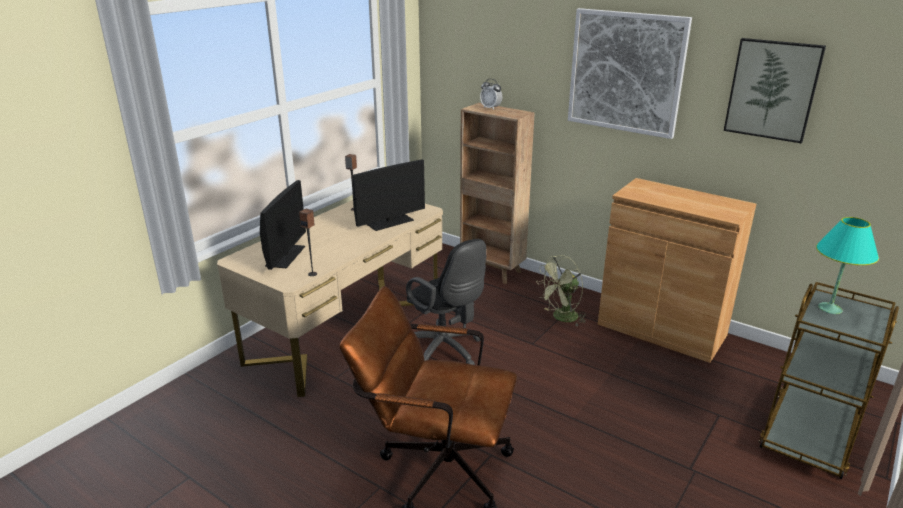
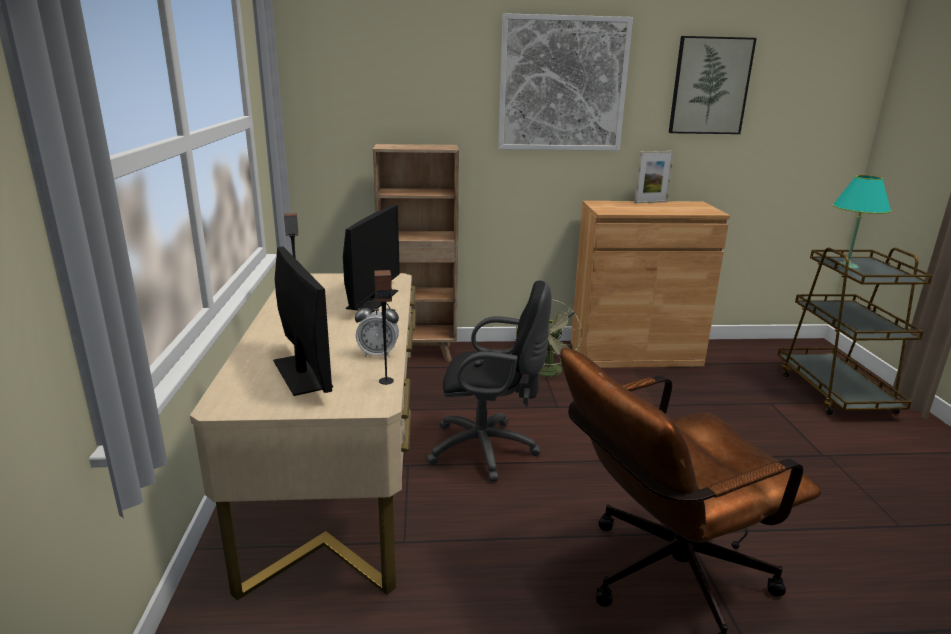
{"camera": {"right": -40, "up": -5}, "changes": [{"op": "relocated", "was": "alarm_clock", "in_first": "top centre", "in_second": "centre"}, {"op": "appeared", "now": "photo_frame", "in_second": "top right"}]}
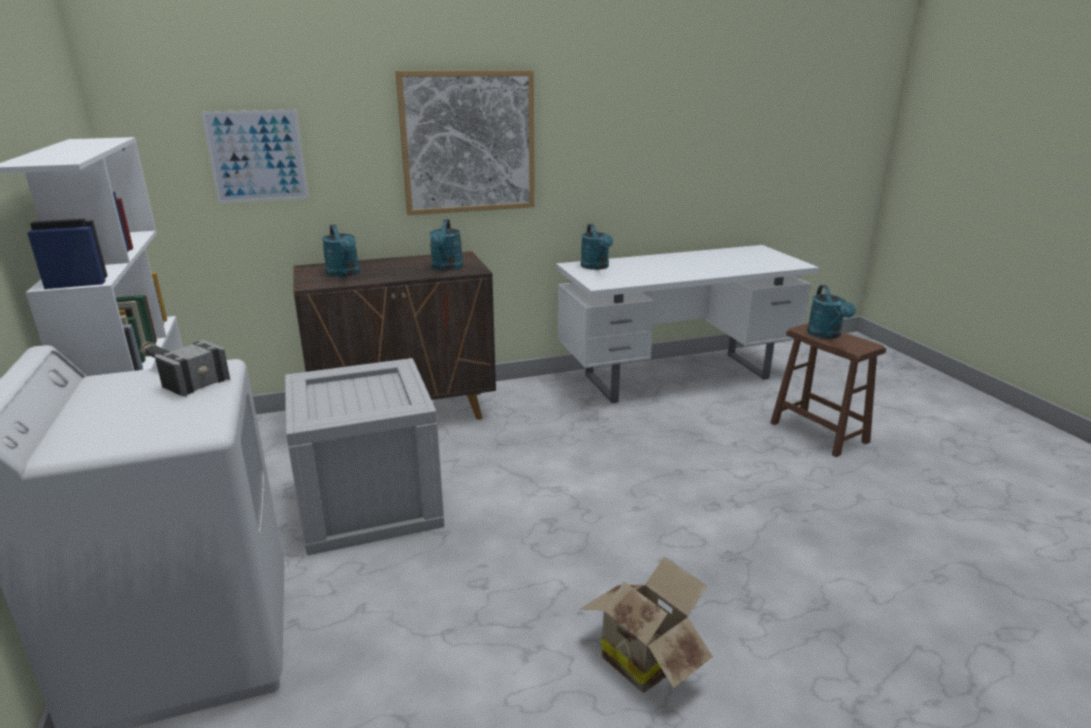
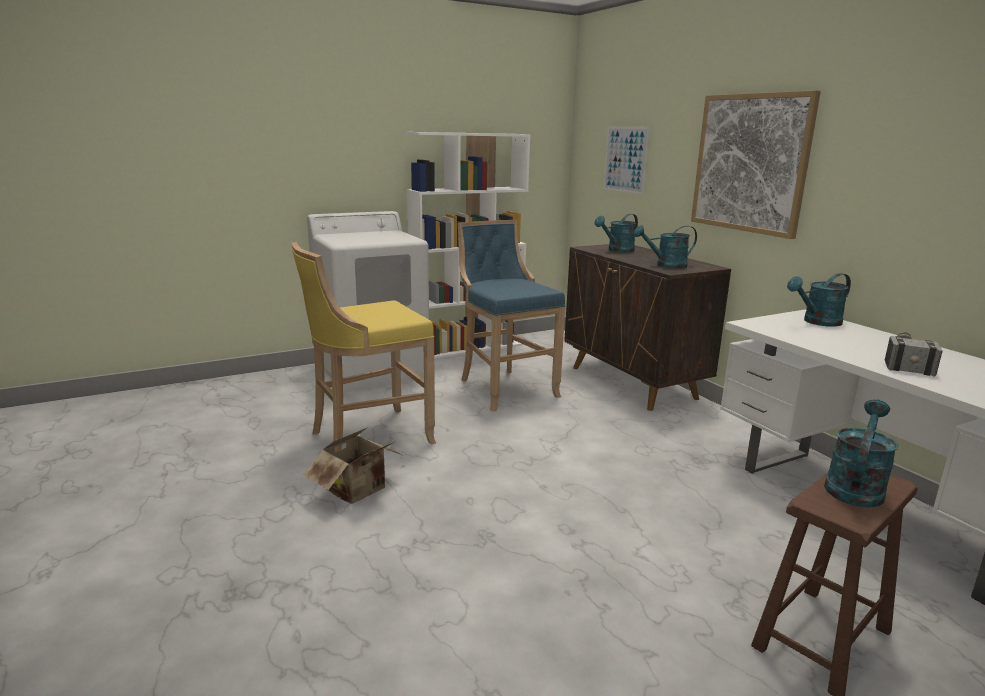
{"camera": {"right": 80, "up": -5}, "changes": [{"op": "relocated", "was": "tool_hammer", "in_first": "middle left", "in_second": "middle right"}, {"op": "exchanged", "was": "crate", "now": "blue-coloured_stool_seat", "in_first": "centre", "in_second": "centre"}, {"op": "spun", "was": "blue-green_sprinkling_can (no. 4 from left)", "in_first": "middle right", "in_second": "middle right", "clockwise": 135}, {"op": "appeared", "now": "yellow_stool_seat", "in_second": "centre"}]}
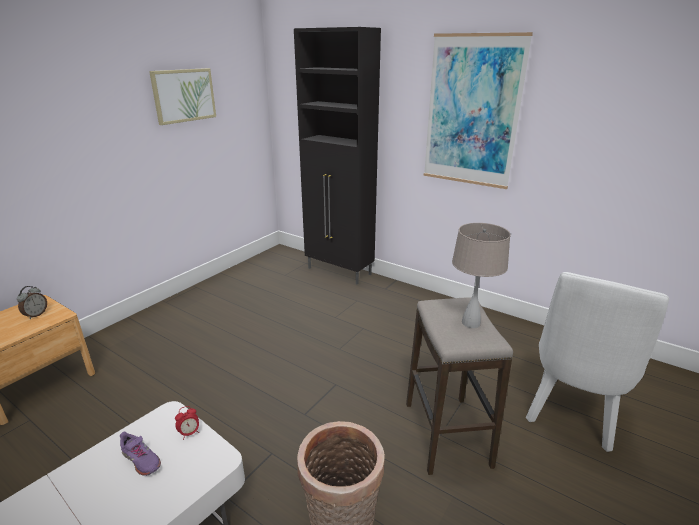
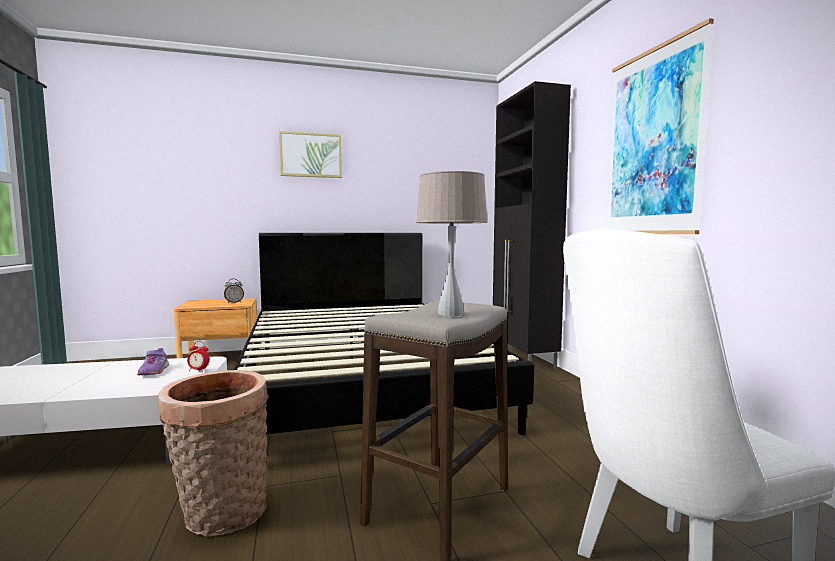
{"camera": {"right": 40, "up": -20}, "changes": [{"op": "relocated", "was": "wall_picture (no. 1 from left)", "in_first": "top left", "in_second": "top centre"}, {"op": "appeared", "now": "blackish_bed", "in_second": "centre"}]}
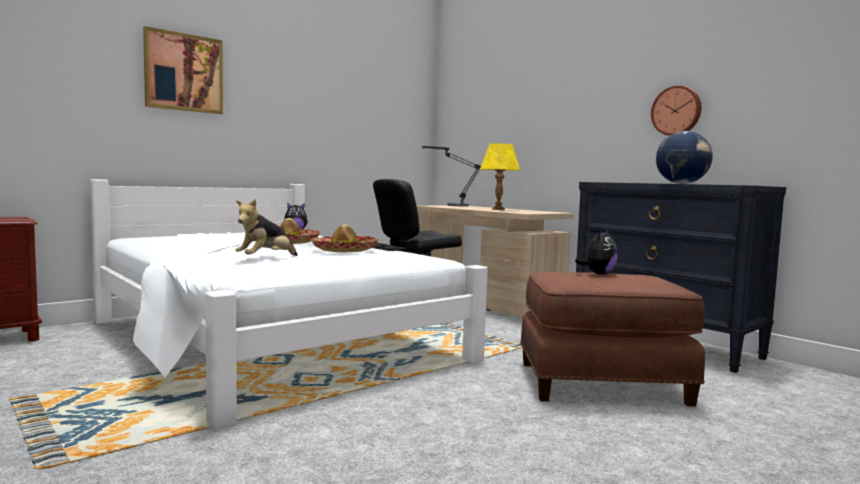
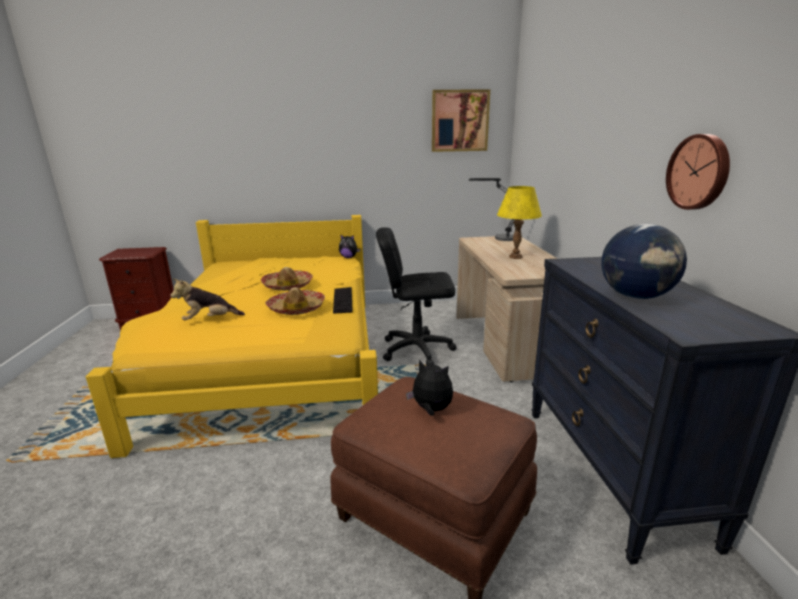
{"camera": {"right": 35, "up": 15}, "changes": [{"op": "colour", "was": "white-coloured_bed", "now": "yellow_bed", "in_first": "centre", "in_second": "middle left"}, {"op": "relocated", "was": "wall_picture", "in_first": "top left", "in_second": "top centre"}, {"op": "spun", "was": "soft_toy (no. 3 from left)", "in_first": "middle right", "in_second": "centre", "clockwise": -135}]}
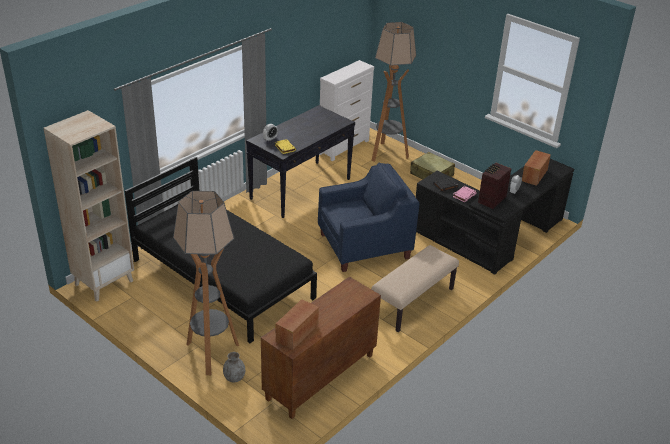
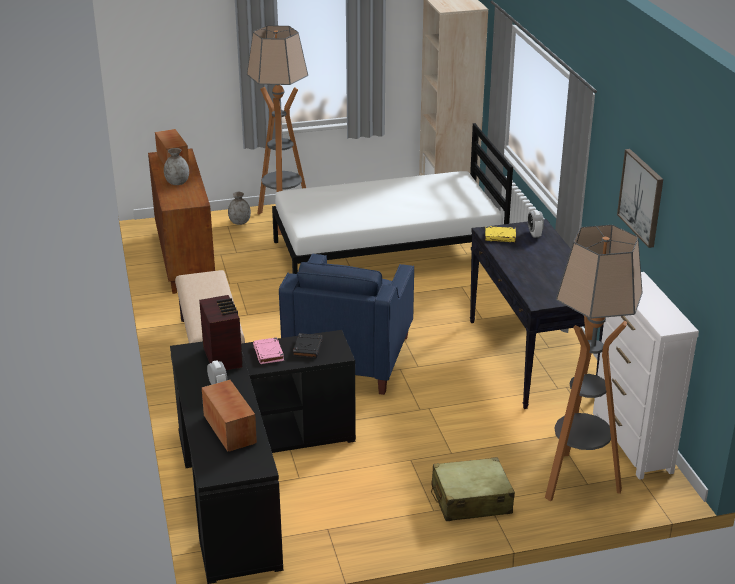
{"camera": {"right": 125, "up": -5}, "changes": [{"op": "colour", "was": "blackish_bed", "now": "white-coloured_bed", "in_first": "middle left", "in_second": "centre"}, {"op": "appeared", "now": "grey_flower_vase (no. 1 from left)", "in_second": "top left"}, {"op": "appeared", "now": "wall_picture", "in_second": "middle right"}]}
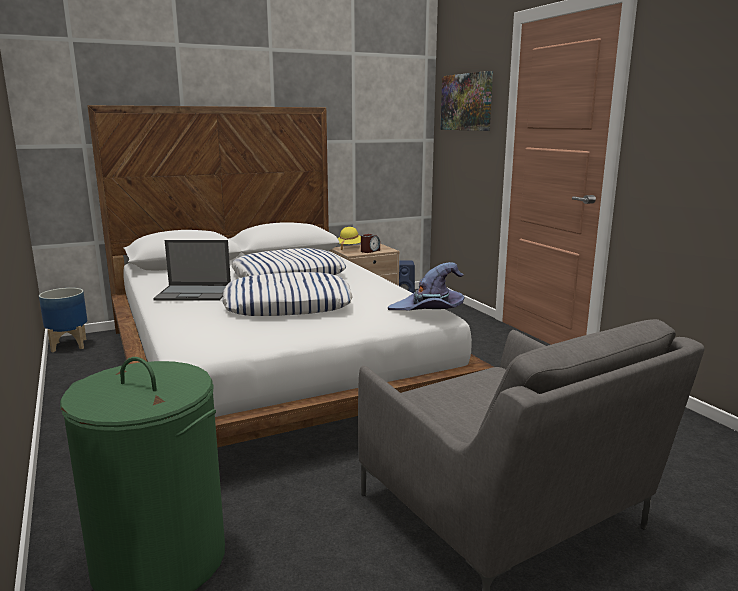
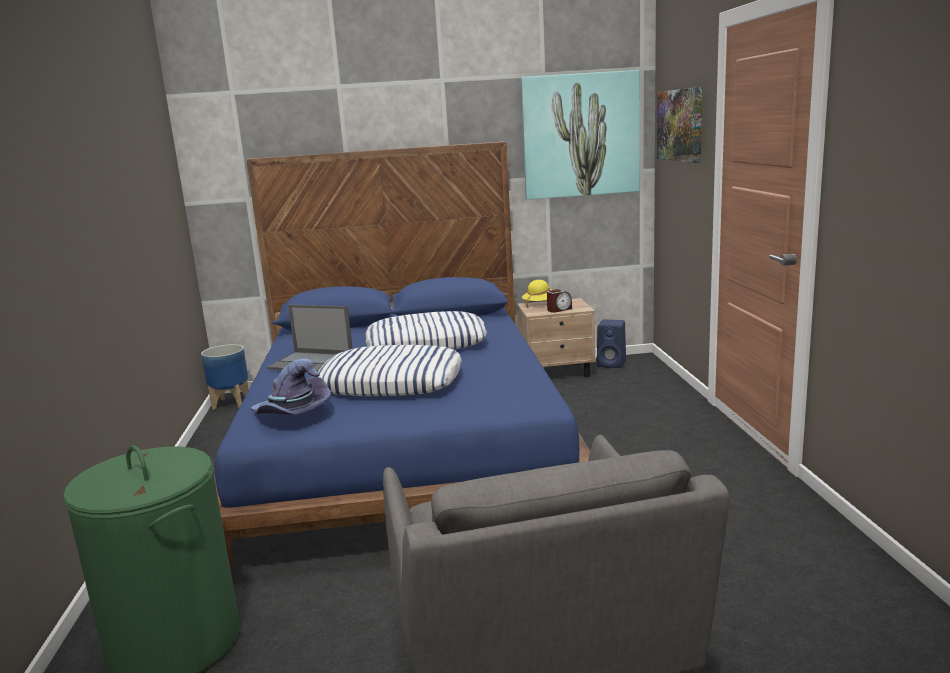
{"camera": {"right": 20, "up": 0}, "changes": [{"op": "colour", "was": "white-coloured_bed", "now": "blue-coloured_bed", "in_first": "centre", "in_second": "centre"}, {"op": "relocated", "was": "purplish_clothing_hat", "in_first": "centre", "in_second": "middle left"}, {"op": "appeared", "now": "wall_picture (no. 1 from left)", "in_second": "top centre"}]}
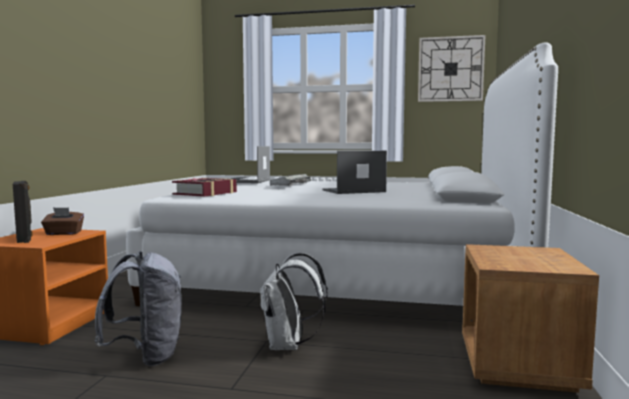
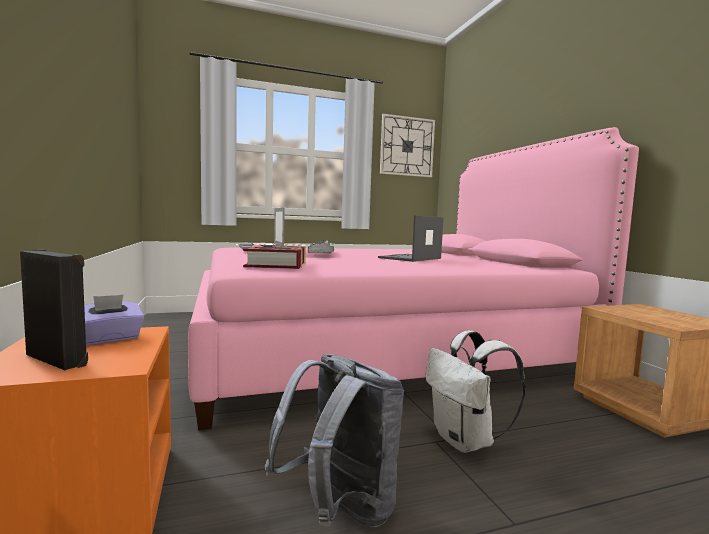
{"camera": {"right": -30, "up": 0}, "changes": [{"op": "colour", "was": "brown-coloured_tissue_box", "now": "purplish_tissue_box", "in_first": "middle left", "in_second": "middle left"}, {"op": "colour", "was": "white-coloured_bed", "now": "pink_bed", "in_first": "centre", "in_second": "centre"}]}
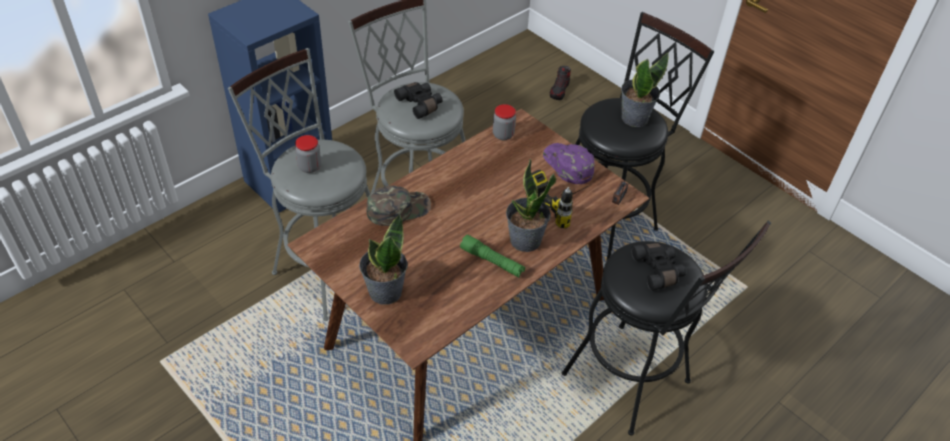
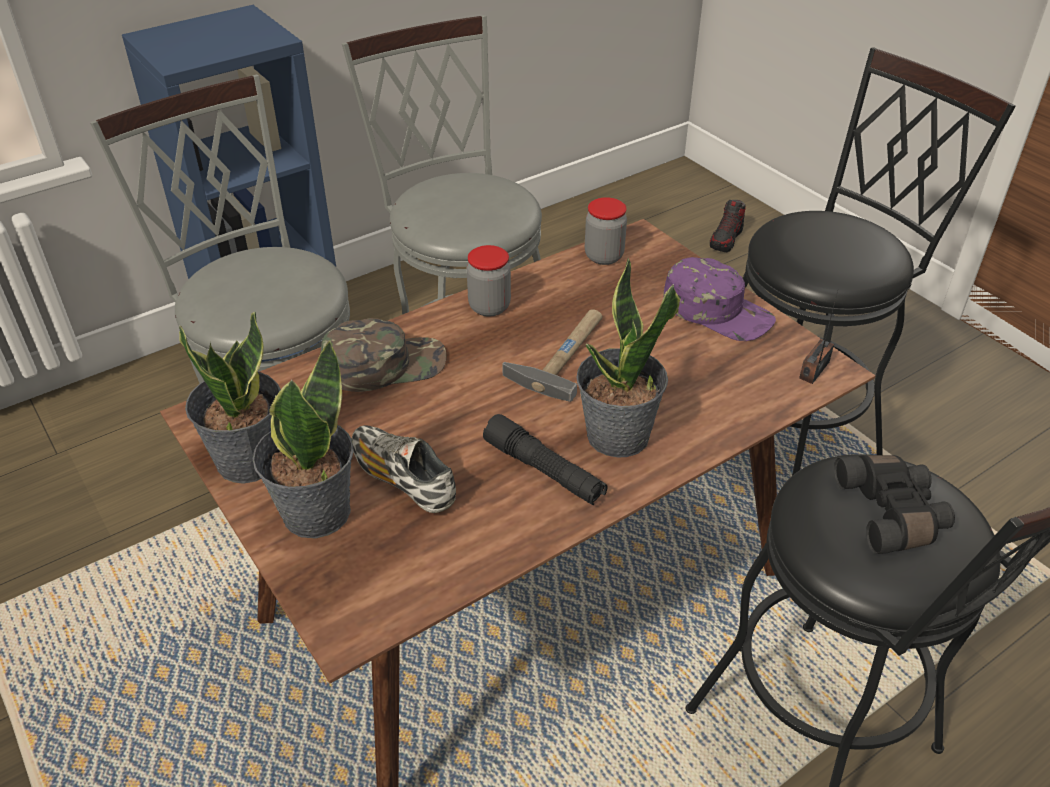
{"camera": {"right": 10, "up": -5}, "changes": [{"op": "relocated", "was": "preserve_jar (no. 1 from left)", "in_first": "middle left", "in_second": "centre"}, {"op": "missing", "was": "blackish_pair_of_binoculars (no. 1 from left)", "in_first": "top centre"}, {"op": "colour", "was": "green_torch", "now": "blackish_torch", "in_first": "centre", "in_second": "centre"}, {"op": "missing", "was": "electric_drill", "in_first": "centre"}, {"op": "spun", "was": "purplish_baseball_cap", "in_first": "centre", "in_second": "middle right", "clockwise": 150}, {"op": "relocated", "was": "plant_in_a_pot (no. 3 from left in the first image)", "now": "plant_in_a_pot (no. 1 from left)", "in_first": "top right", "in_second": "middle left"}, {"op": "appeared", "now": "shoe (no. 1 from left)", "in_second": "centre"}, {"op": "appeared", "now": "tool_hammer", "in_second": "centre"}]}
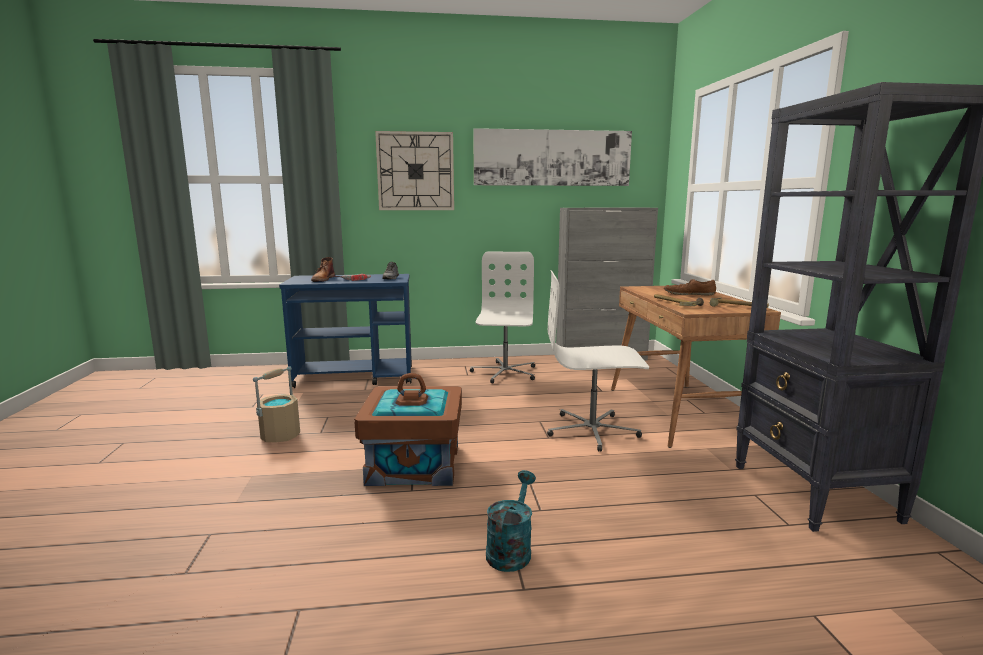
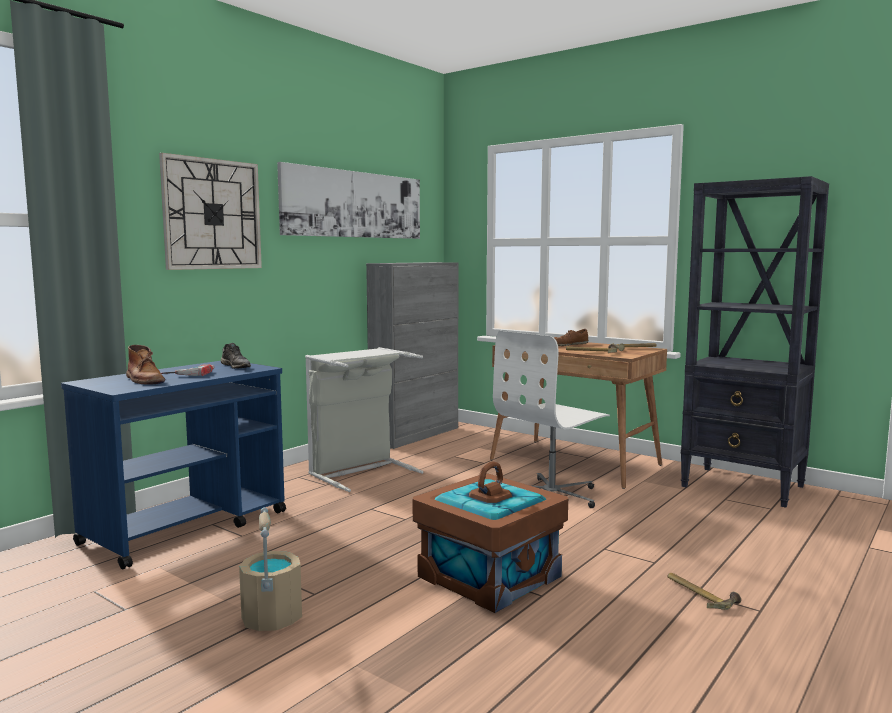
{"camera": {"right": -45, "up": -5}, "changes": [{"op": "exchanged", "was": "white-coloured_computer_chair (no. 1 from left)", "now": "grey_laundry_basket", "in_first": "centre", "in_second": "centre"}, {"op": "exchanged", "was": "blue-green_sprinkling_can", "now": "tool_hammer (no. 3 from left)", "in_first": "bottom centre", "in_second": "bottom right"}]}
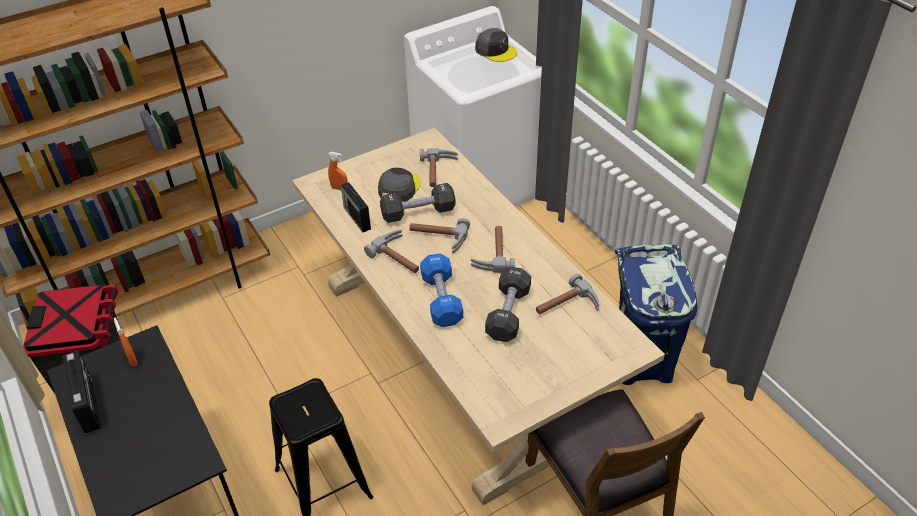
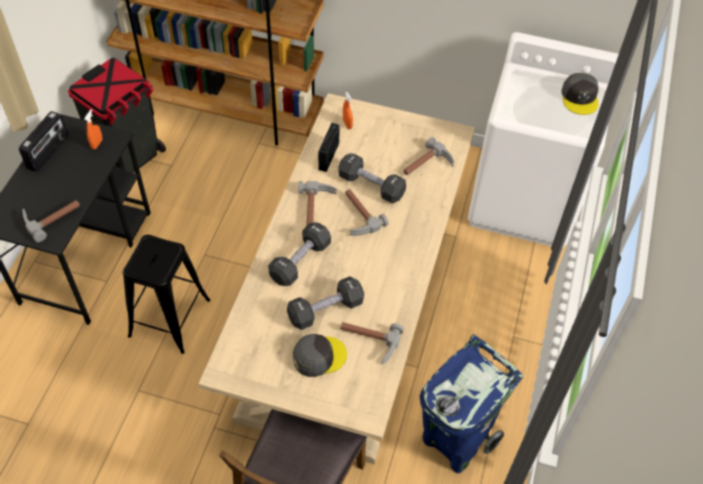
{"camera": {"right": 45, "up": 10}, "changes": [{"op": "relocated", "was": "grey_baseball_cap (no. 1 from left)", "in_first": "centre", "in_second": "bottom centre"}, {"op": "colour", "was": "blue-coloured_free_weight", "now": "blackish_free_weight (no. 1 from left)", "in_first": "centre", "in_second": "centre"}, {"op": "relocated", "was": "tool_hammer (no. 4 from left in the first image)", "now": "tool_hammer (no. 1 from left)", "in_first": "centre", "in_second": "middle left"}]}
